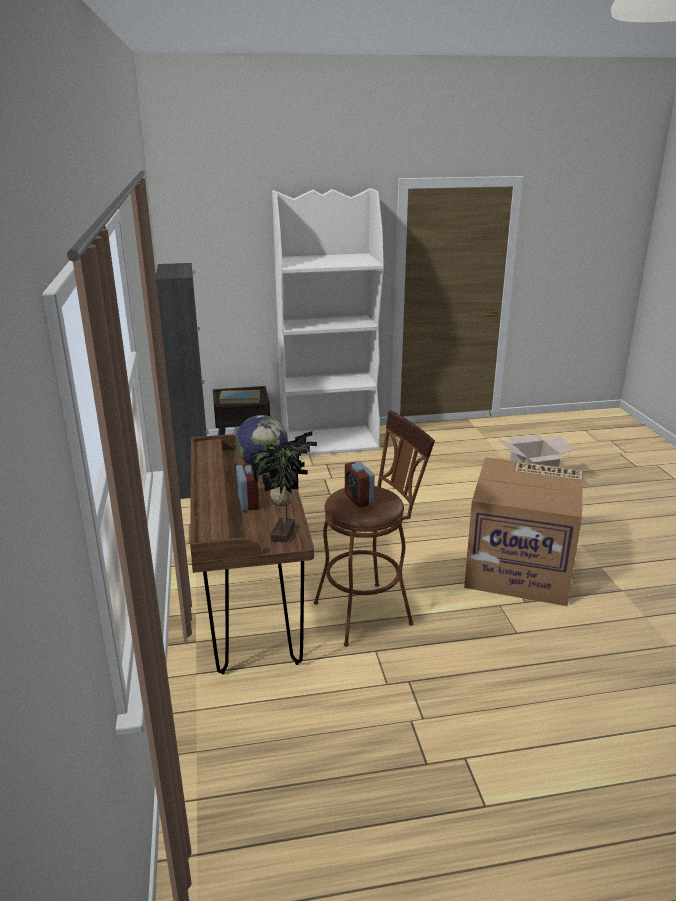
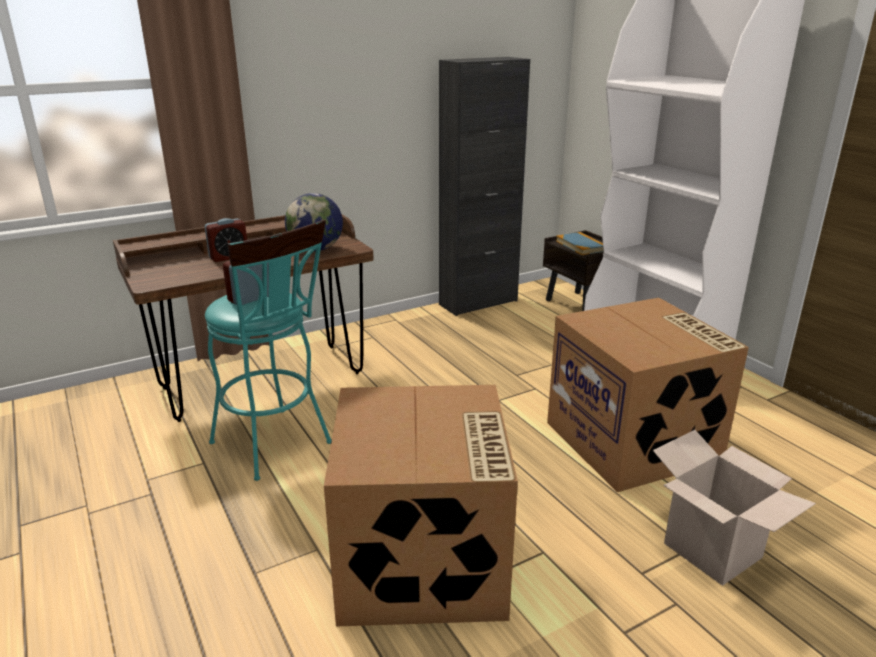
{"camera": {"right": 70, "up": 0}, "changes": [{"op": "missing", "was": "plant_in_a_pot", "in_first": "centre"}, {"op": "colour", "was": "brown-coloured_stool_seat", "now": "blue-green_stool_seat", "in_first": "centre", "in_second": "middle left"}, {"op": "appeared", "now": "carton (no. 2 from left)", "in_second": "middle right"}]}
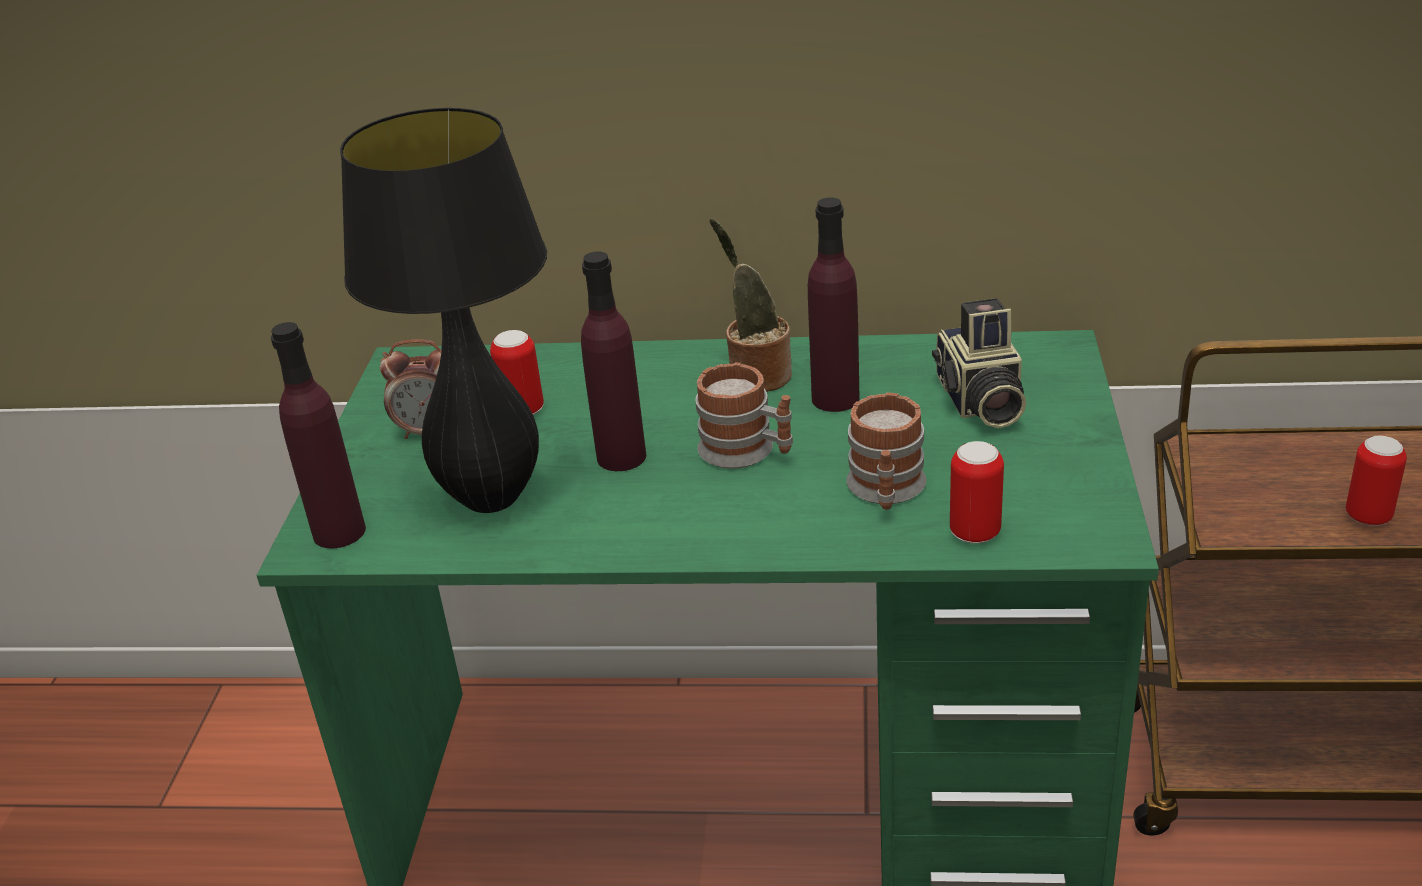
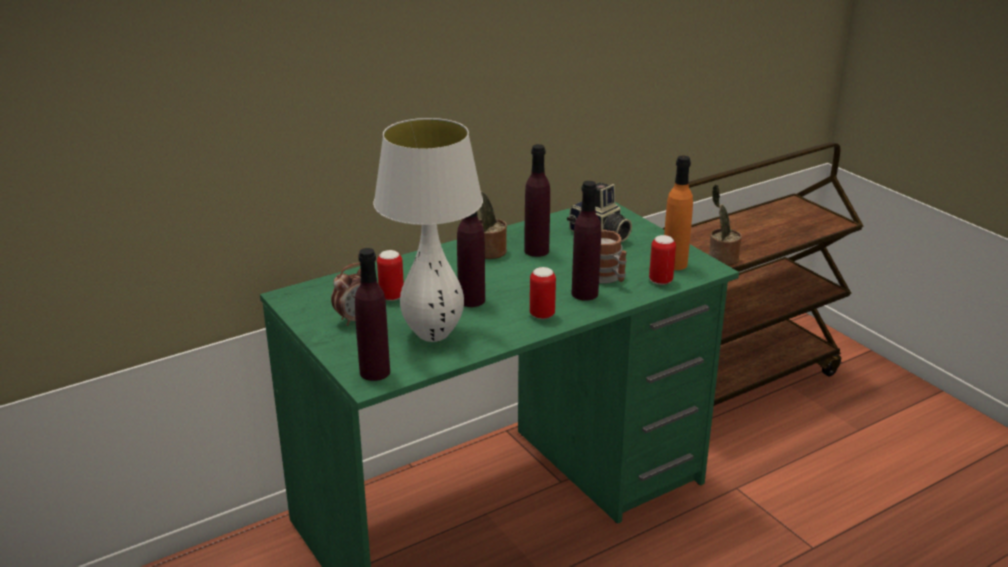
{"camera": {"right": -40, "up": -5}, "changes": [{"op": "colour", "was": "blackish_tabletop_lamp", "now": "white-coloured_tabletop_lamp", "in_first": "middle left", "in_second": "centre"}, {"op": "missing", "was": "mug (no. 1 from left)", "in_first": "centre"}, {"op": "relocated", "was": "can (no. 3 from left in the first image)", "now": "can (no. 2 from left)", "in_first": "middle right", "in_second": "centre"}, {"op": "appeared", "now": "purplish_beverage_bottle (no. 4 from left)", "in_second": "centre"}, {"op": "appeared", "now": "orangey_beverage_bottle", "in_second": "middle right"}, {"op": "appeared", "now": "plant_in_a_pot (no. 2 from left)", "in_second": "middle right"}]}
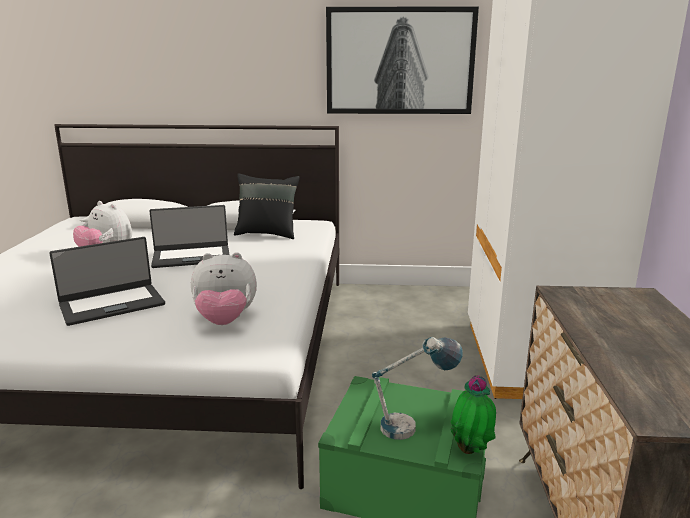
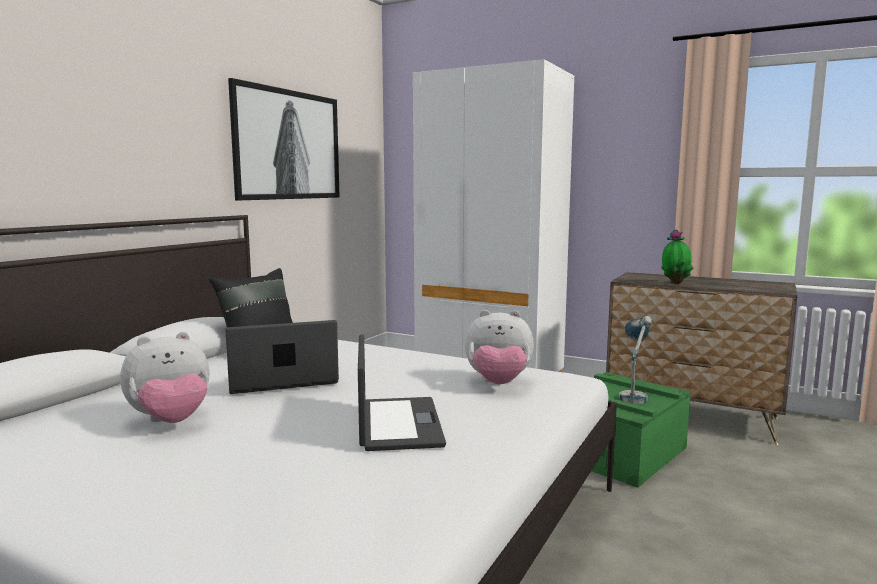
{"camera": {"right": -65, "up": -10}, "changes": [{"op": "spun", "was": "laptop (no. 2 from left in the first image)", "in_first": "middle left", "in_second": "middle left", "clockwise": -120}, {"op": "spun", "was": "soft_toy (no. 2 from left)", "in_first": "middle left", "in_second": "centre", "clockwise": 75}, {"op": "relocated", "was": "plant_in_a_pot", "in_first": "bottom right", "in_second": "middle right"}]}
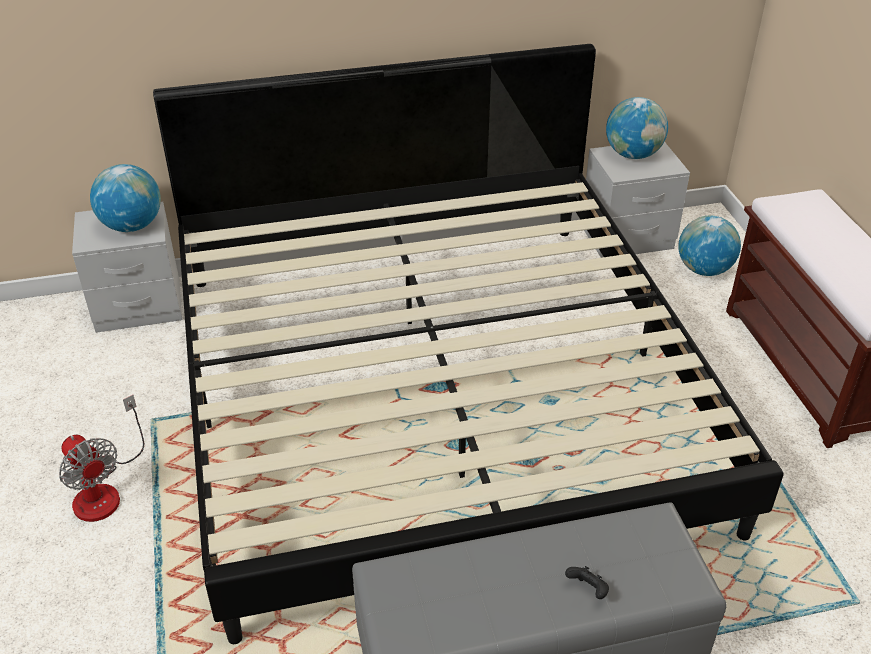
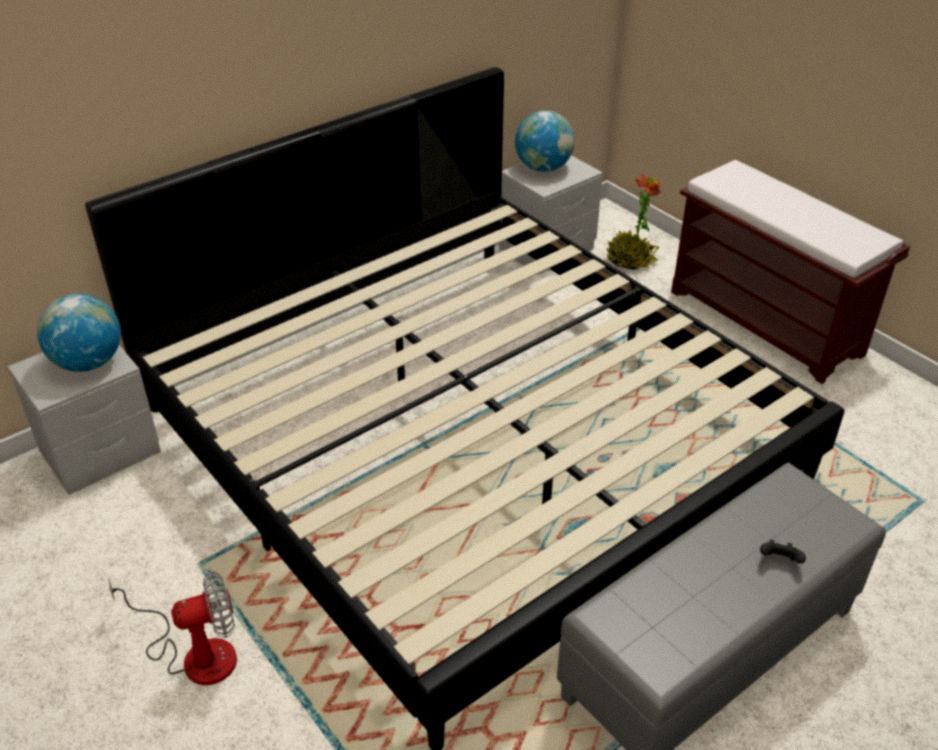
{"camera": {"right": -25, "up": 0}, "changes": [{"op": "spun", "was": "electric_fan", "in_first": "bottom left", "in_second": "bottom left", "clockwise": -45}, {"op": "exchanged", "was": "desk_globe (no. 3 from left)", "now": "plant_in_a_pot", "in_first": "middle right", "in_second": "top right"}]}
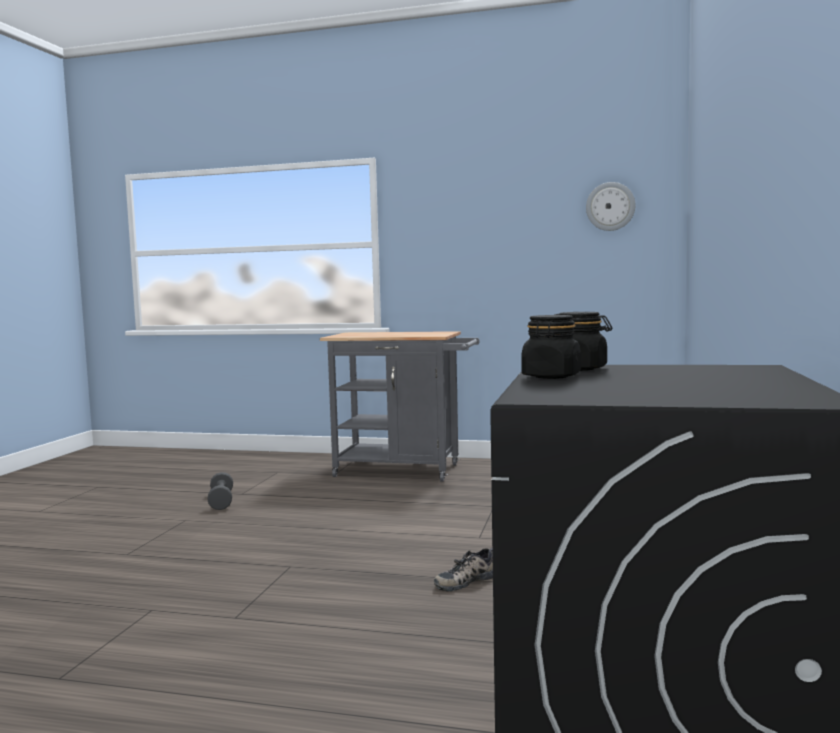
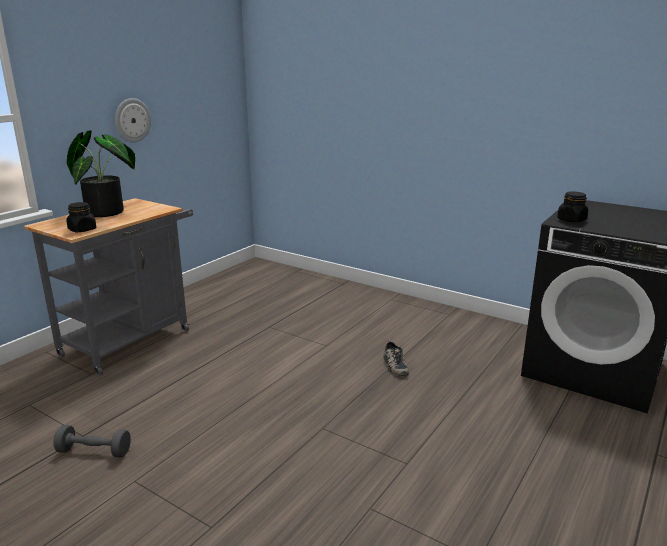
{"camera": {"right": -70, "up": 15}, "changes": [{"op": "relocated", "was": "blackish_preserve_jar (no. 1 from left)", "in_first": "centre", "in_second": "middle left"}, {"op": "relocated", "was": "hanging_clock", "in_first": "top right", "in_second": "top left"}, {"op": "appeared", "now": "plant_in_a_pot", "in_second": "top left"}]}
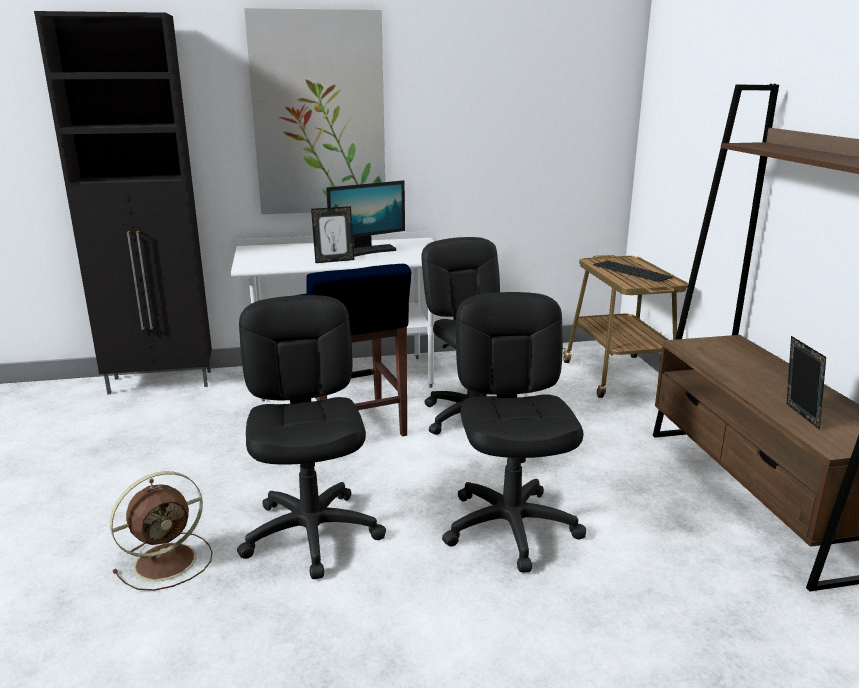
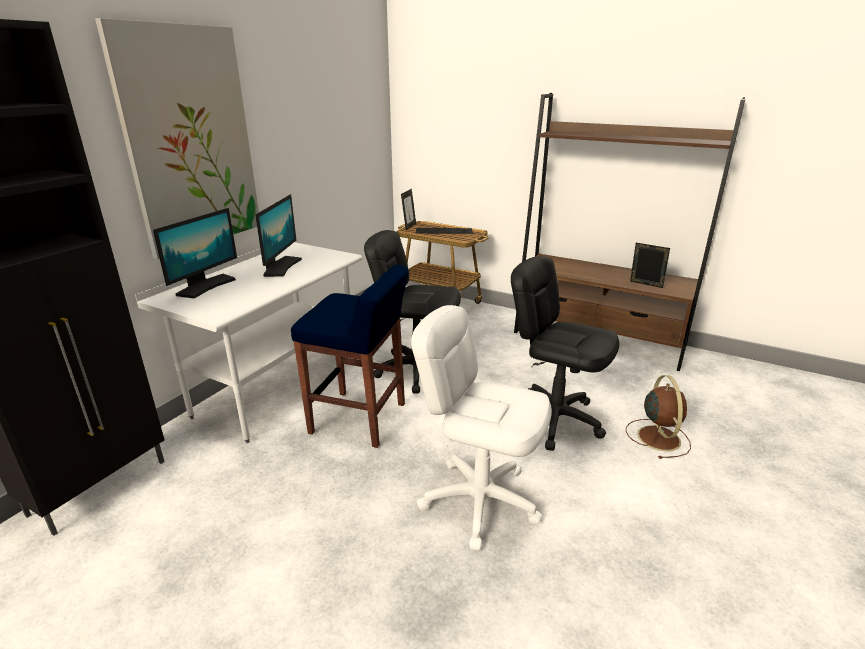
{"camera": {"right": -50, "up": 5}, "changes": [{"op": "relocated", "was": "brown-coloured_electric_fan", "in_first": "bottom left", "in_second": "middle right"}, {"op": "colour", "was": "blackish_computer_chair (no. 1 from left)", "now": "white-coloured_computer_chair", "in_first": "centre", "in_second": "centre"}, {"op": "relocated", "was": "photo_frame (no. 1 from left)", "in_first": "centre", "in_second": "top centre"}, {"op": "appeared", "now": "computer_screen (no. 1 from left)", "in_second": "middle left"}]}
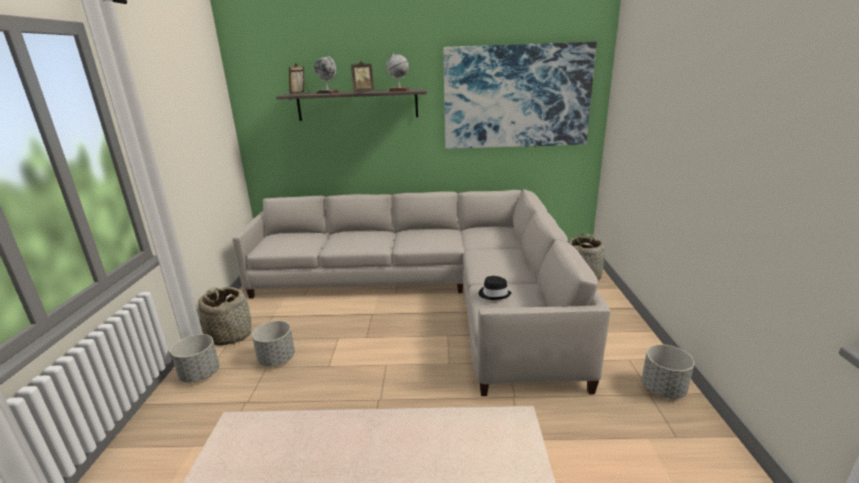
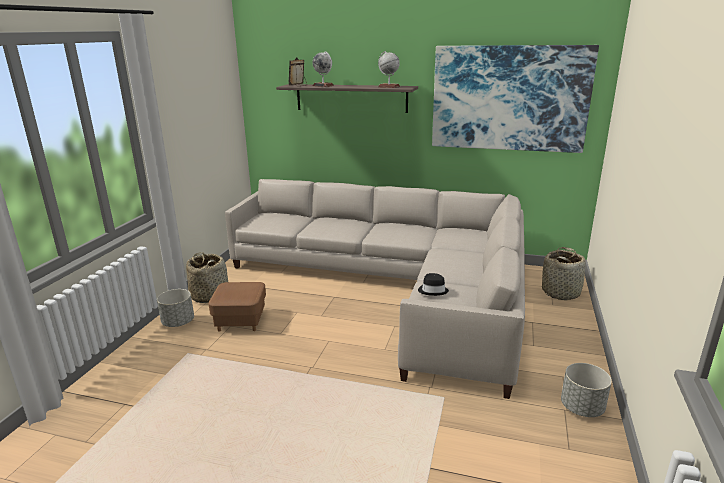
{"camera": {"right": 15, "up": 0}, "changes": [{"op": "exchanged", "was": "grey_flower_pot (no. 2 from left)", "now": "brown-coloured_footrest", "in_first": "bottom left", "in_second": "middle left"}, {"op": "missing", "was": "photo_frame (no. 2 from left)", "in_first": "top centre"}]}
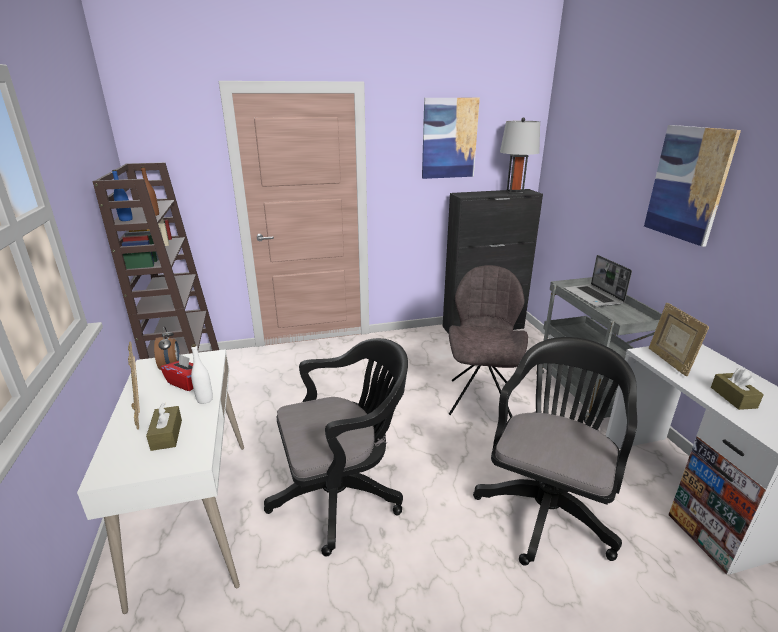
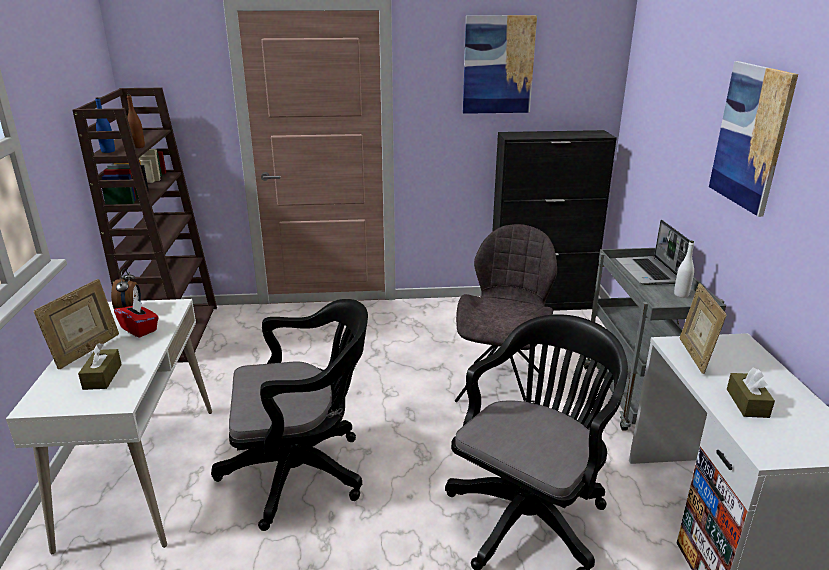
{"camera": {"right": 10, "up": 0}, "changes": [{"op": "spun", "was": "photo_frame (no. 1 from left)", "in_first": "middle left", "in_second": "middle left", "clockwise": -135}, {"op": "relocated", "was": "white-coloured_beverage_bottle", "in_first": "middle left", "in_second": "middle right"}, {"op": "missing", "was": "grey_tabletop_lamp", "in_first": "top right"}]}
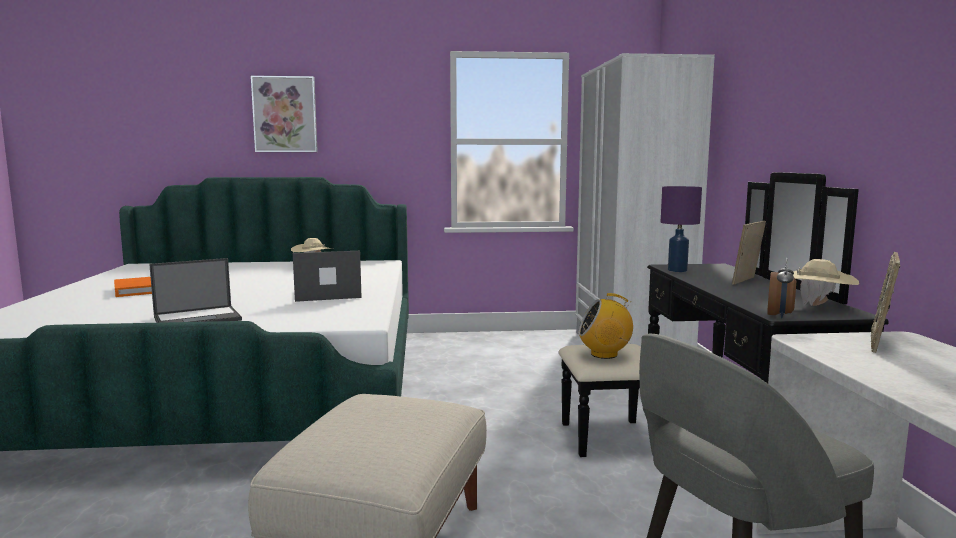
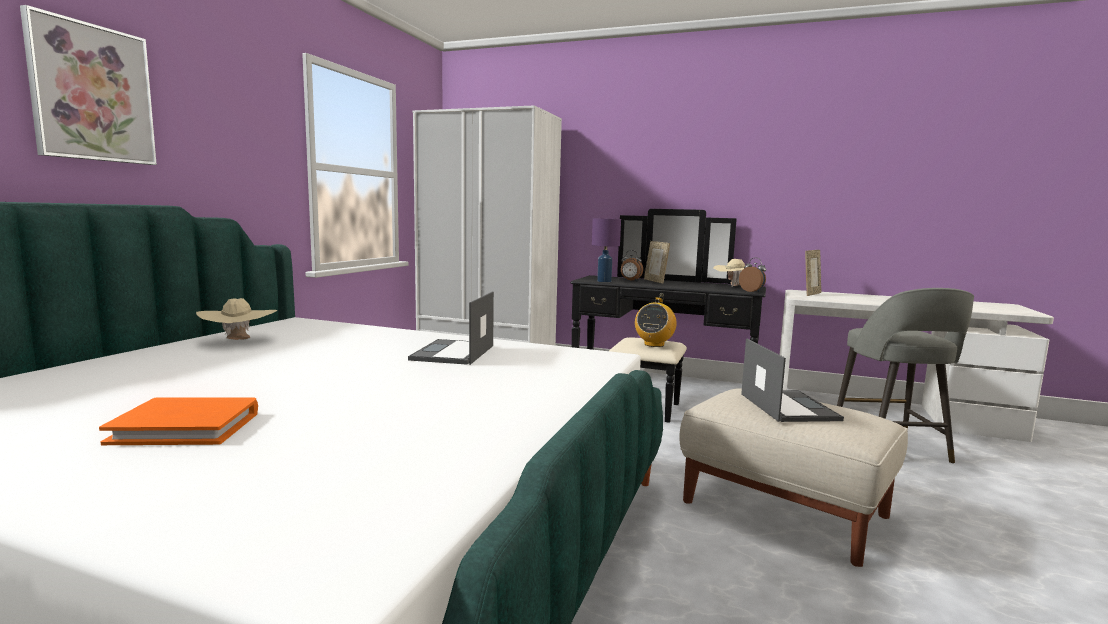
{"camera": {"right": -65, "up": 0}, "changes": [{"op": "relocated", "was": "laptop (no. 1 from left in the first image)", "now": "laptop (no. 2 from left)", "in_first": "middle left", "in_second": "middle right"}, {"op": "spun", "was": "photo_frame (no. 2 from left)", "in_first": "middle right", "in_second": "middle right", "clockwise": -105}, {"op": "appeared", "now": "alarm_clock (no. 1 from left)", "in_second": "centre"}]}
